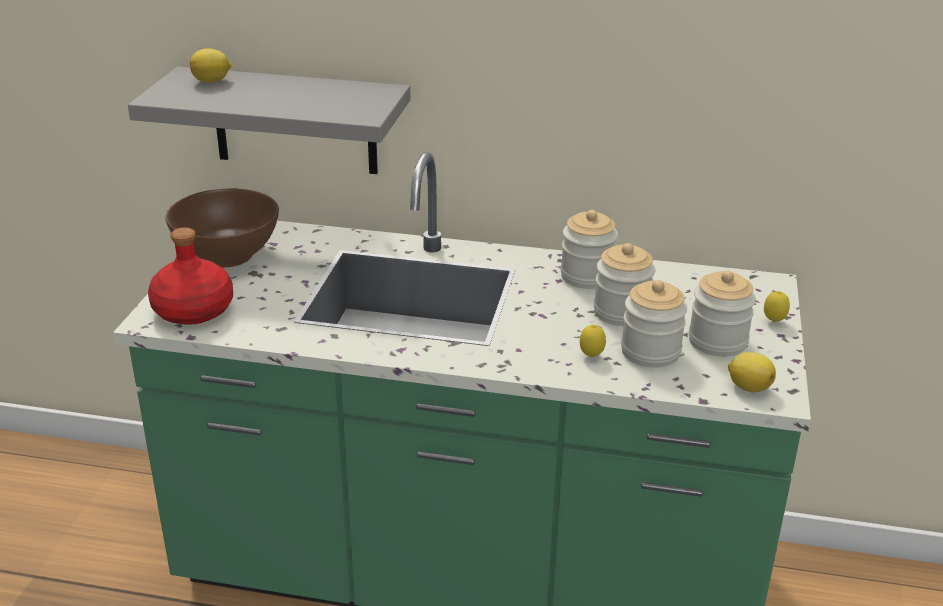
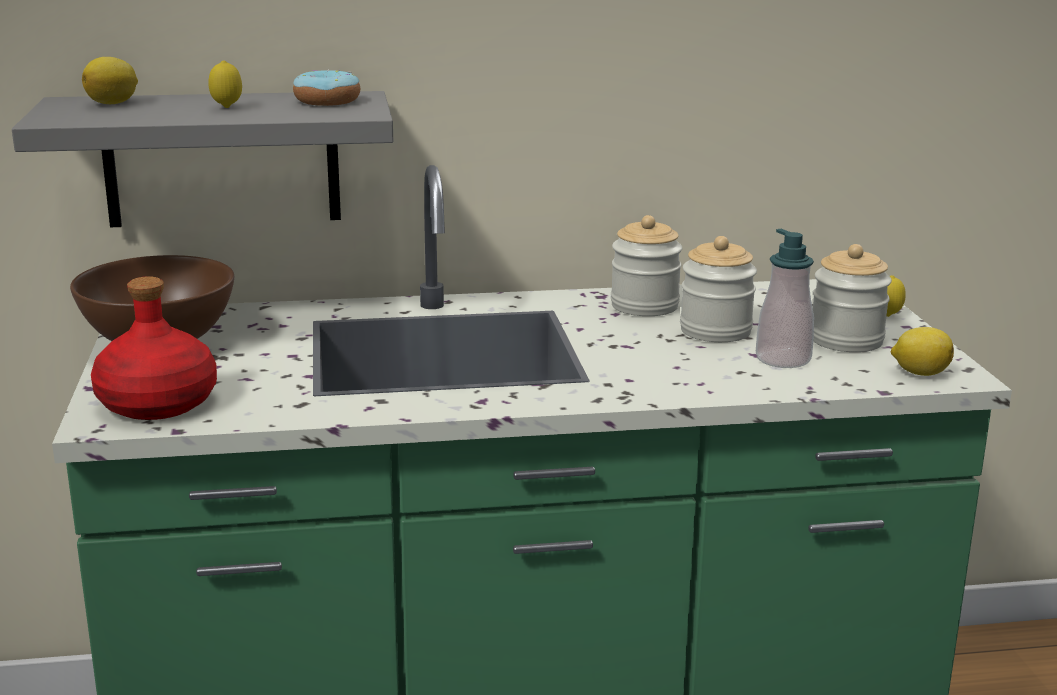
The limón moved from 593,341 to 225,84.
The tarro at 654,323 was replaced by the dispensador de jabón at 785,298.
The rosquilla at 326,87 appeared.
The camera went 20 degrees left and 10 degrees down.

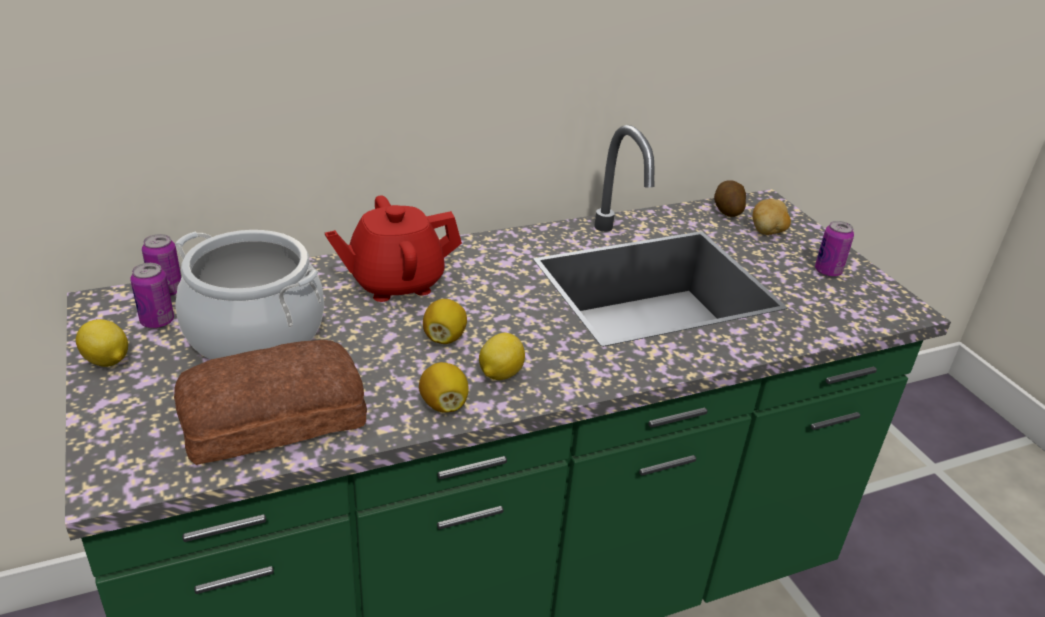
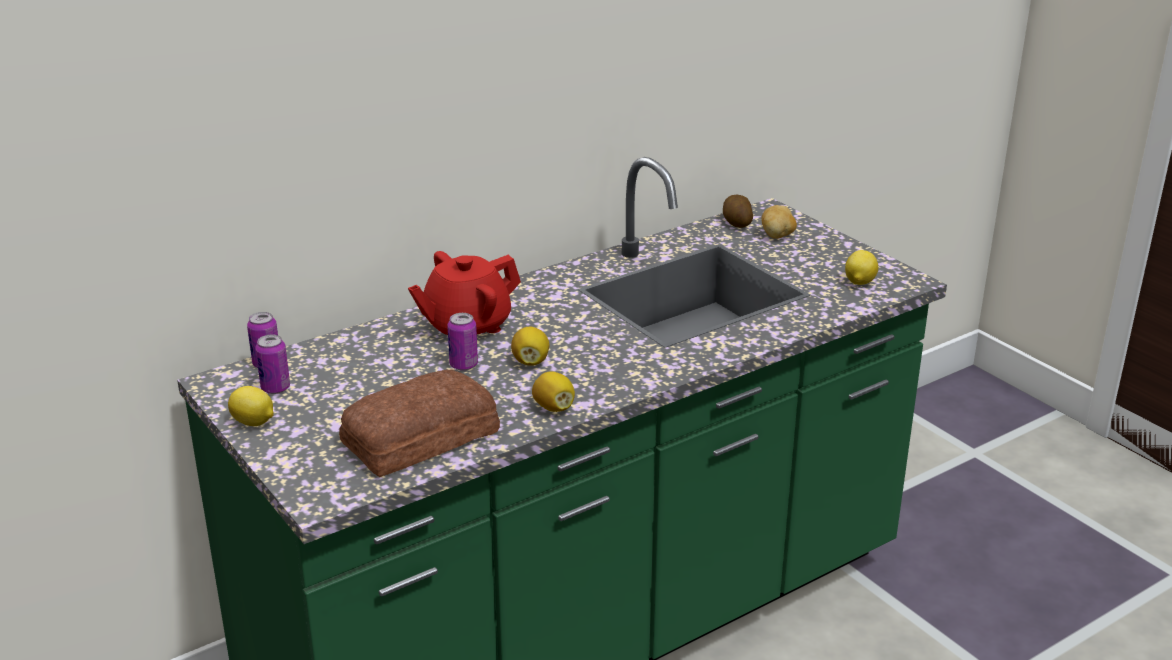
The olla at 249,294 disappeared.
The limón moved from 502,356 to 861,267.
The lata moved from 834,249 to 462,342.
The camera went 10 degrees left and 5 degrees down.

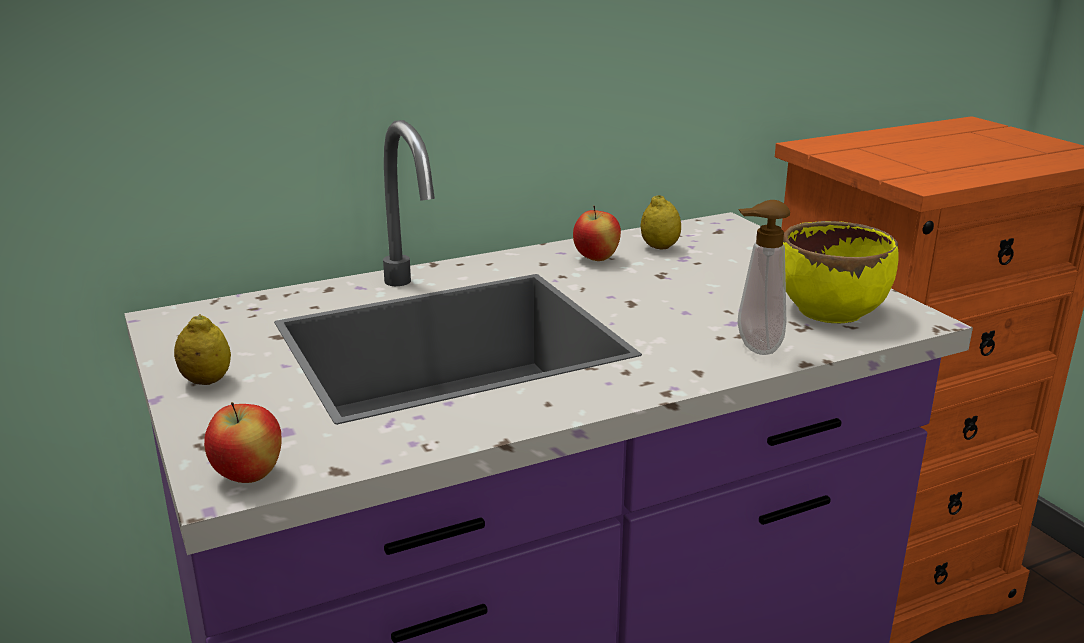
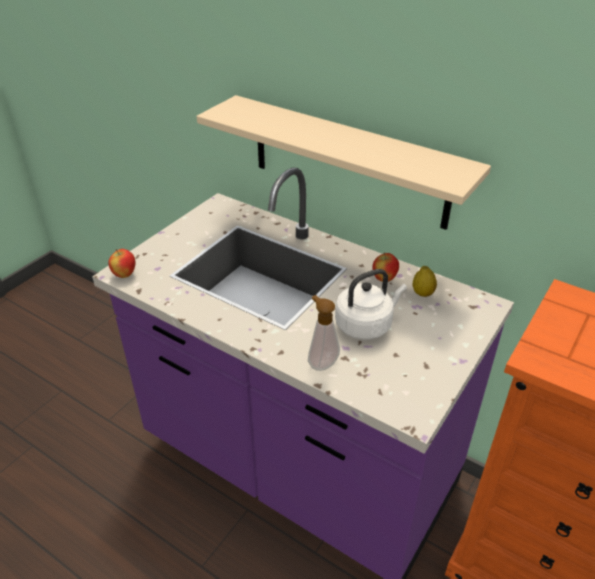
The limón at 202,349 disappeared.
The cuenco/amarillo at 841,272 disappeared.
The estante/beis at 343,162 appeared.
The hervidor/blanco at 371,304 appeared.
The camera went 60 degrees right and 15 degrees up.

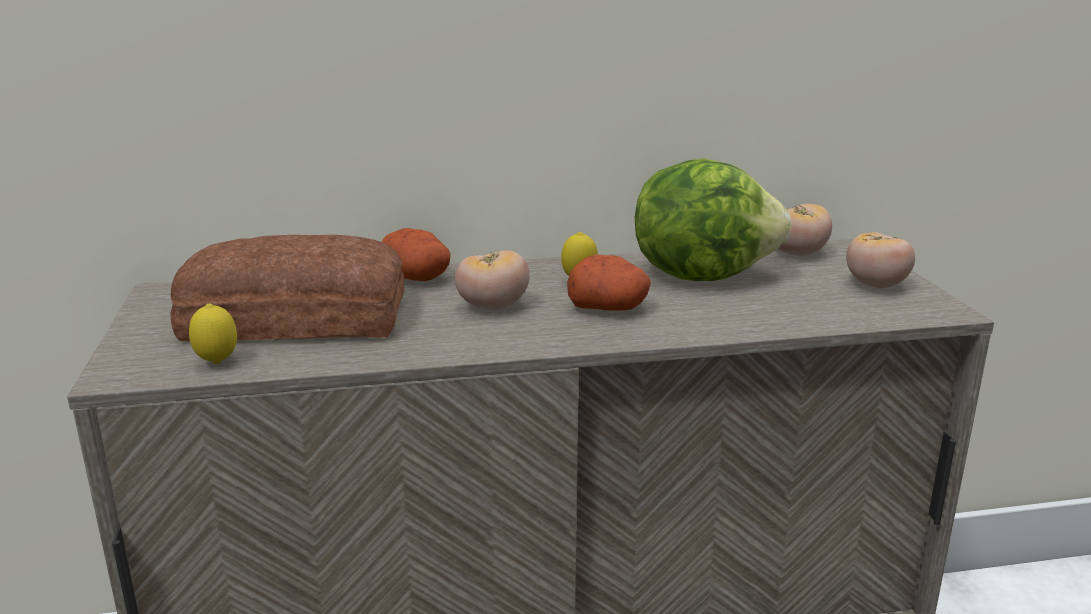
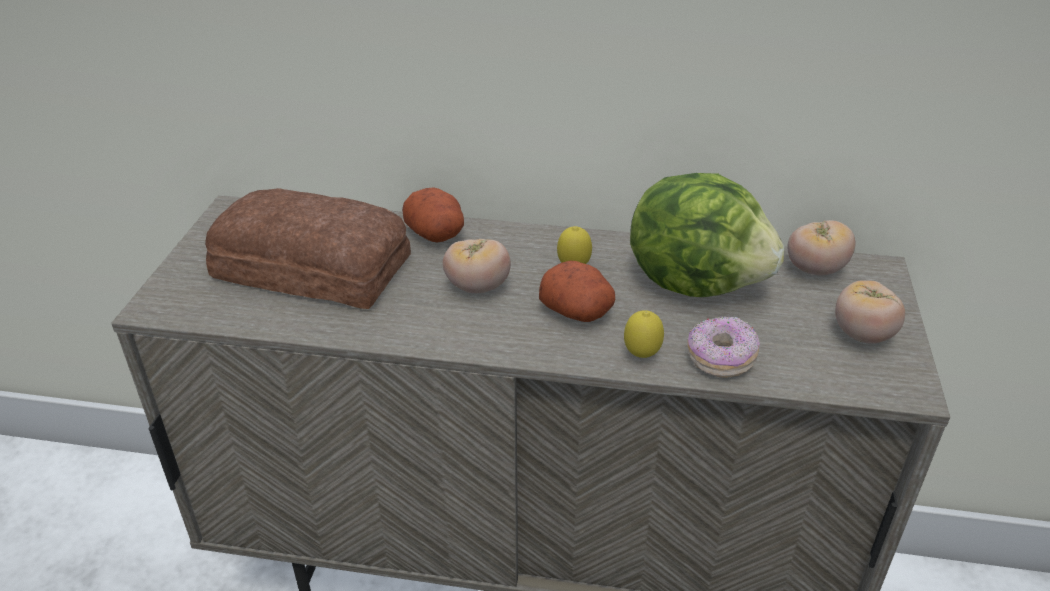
The limón moved from 213,334 to 644,334.
The rosquilla at 724,347 appeared.
The camera went 20 degrees right and 15 degrees up.

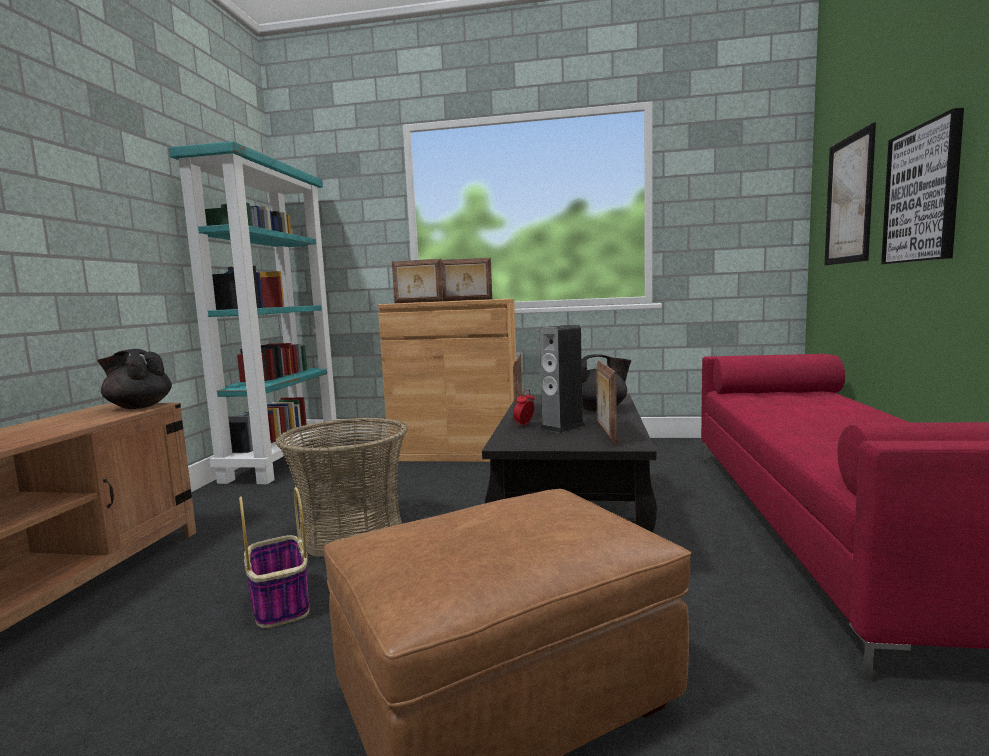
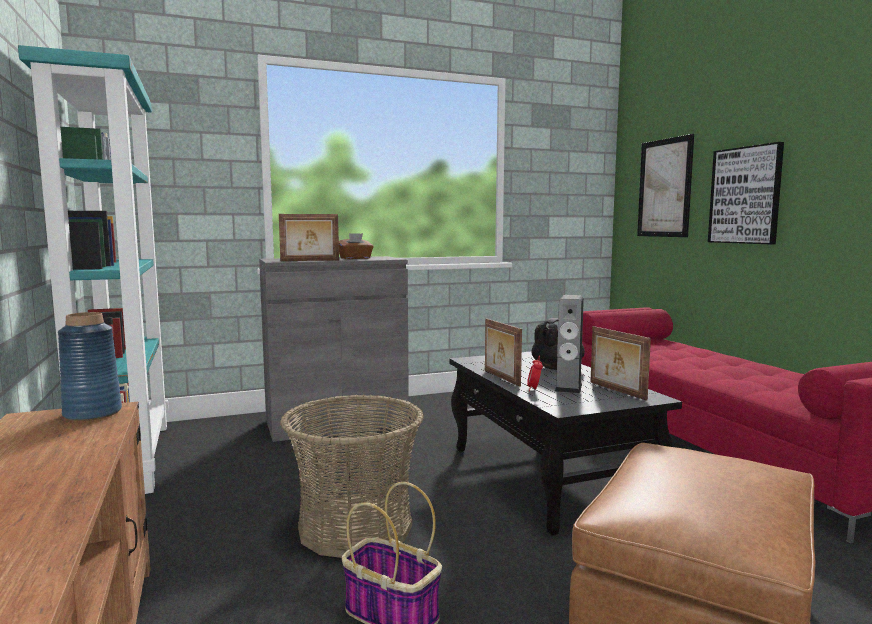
The tetera/negro at 134,379 was replaced by the florero/azul at 90,366.
The armario/marrón at 447,380 became the armario/gris at 334,349.
The portarretratos at 466,279 was replaced by the caja de pañuelos/marrón at 356,246.
The camera went 30 degrees left and 0 degrees up.

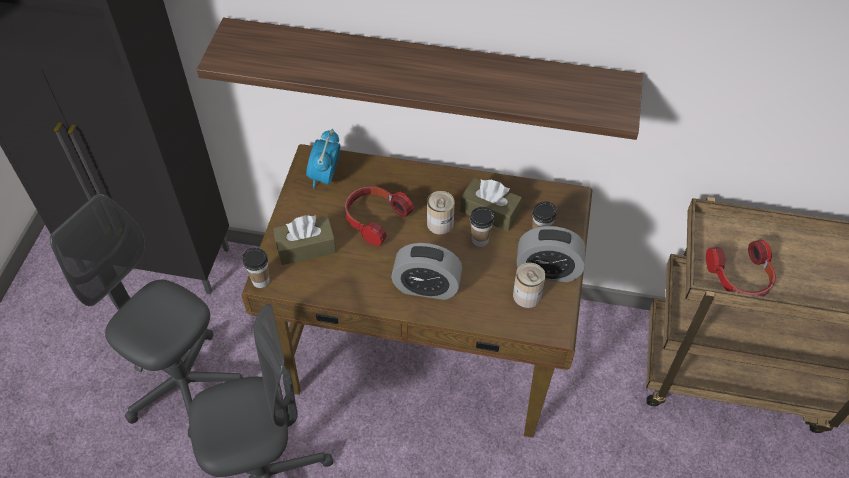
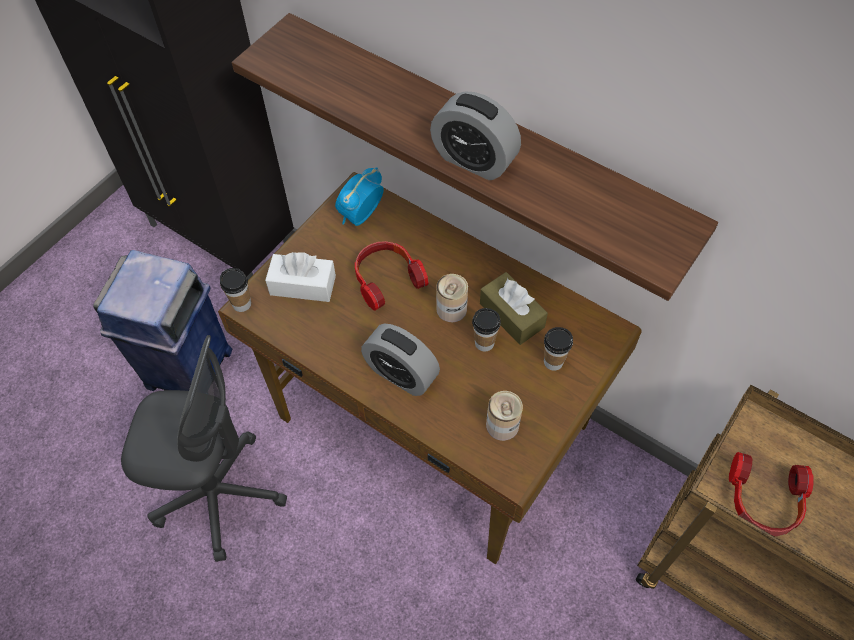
The silla de oficina/gris at 146,316 was replaced by the papelera/azul at 162,320.
The caja de pañuelos/marrón at 304,240 became the caja de pañuelos/blanco at 300,277.
The despertador moved from 551,254 to 475,135.
The camera went 25 degrees right and 5 degrees up.

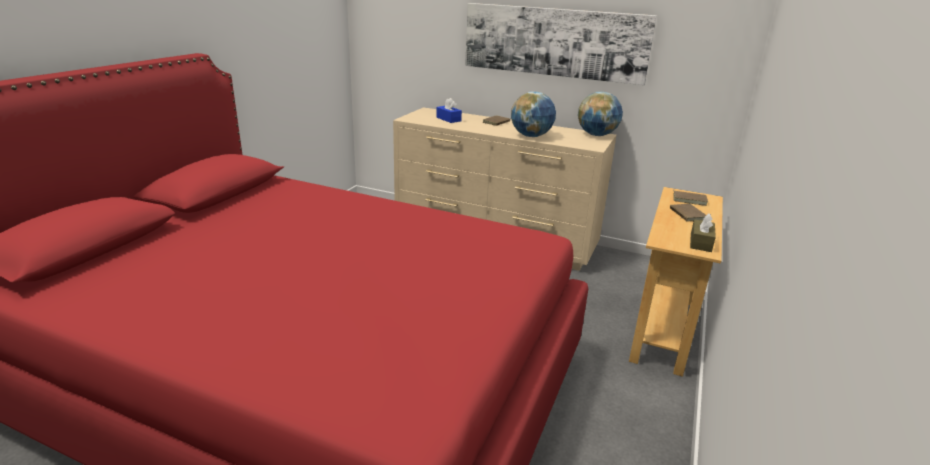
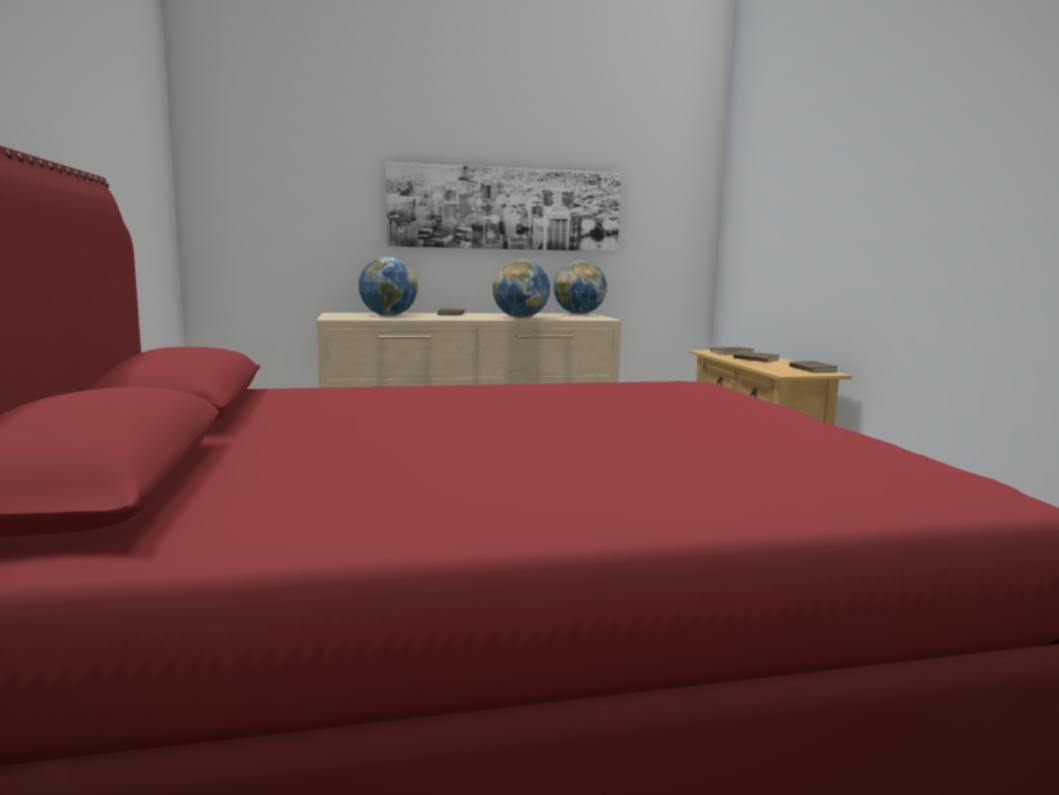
The caja de pañuelos/azul at 449,110 was replaced by the globo terráqueo at 388,286.
The caja de pañuelos/marrón at 703,233 was replaced by the libro/marrón at 813,367.
The camera went 35 degrees left and 15 degrees down.

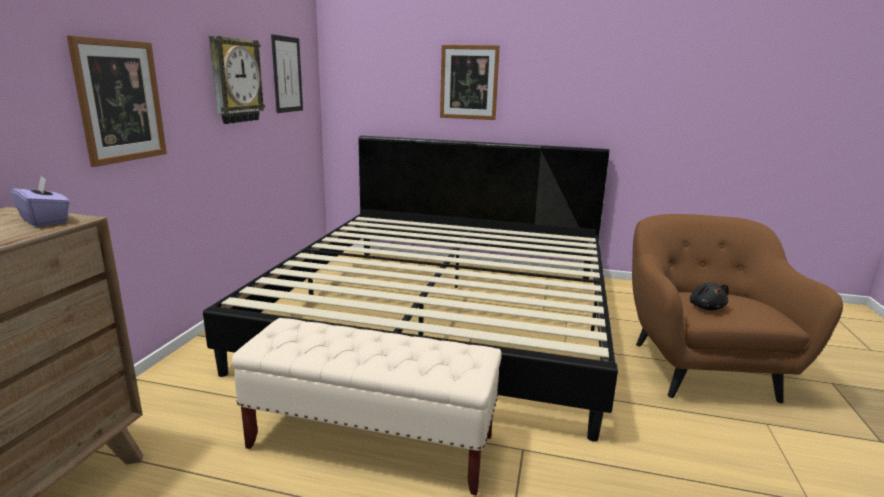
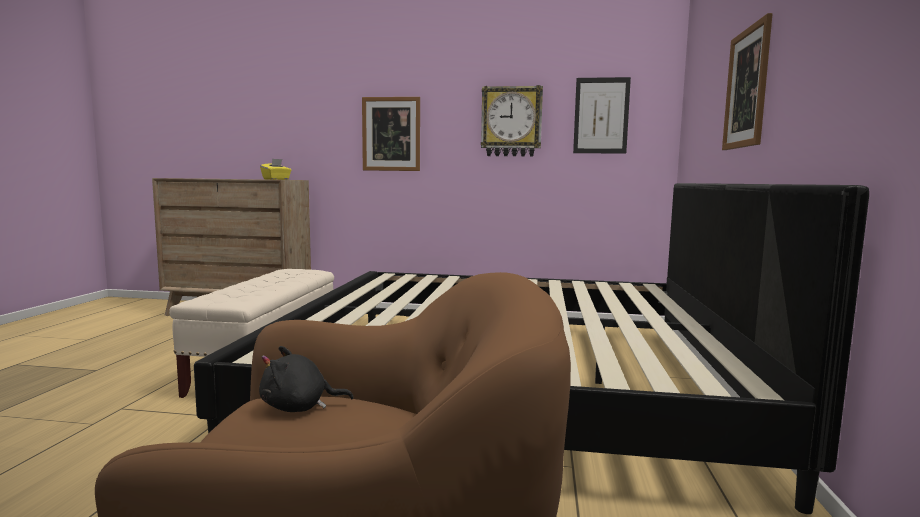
The caja de pañuelos/morado at 40,202 became the caja de pañuelos/amarillo at 275,169.
The camera went 85 degrees right and 10 degrees down.

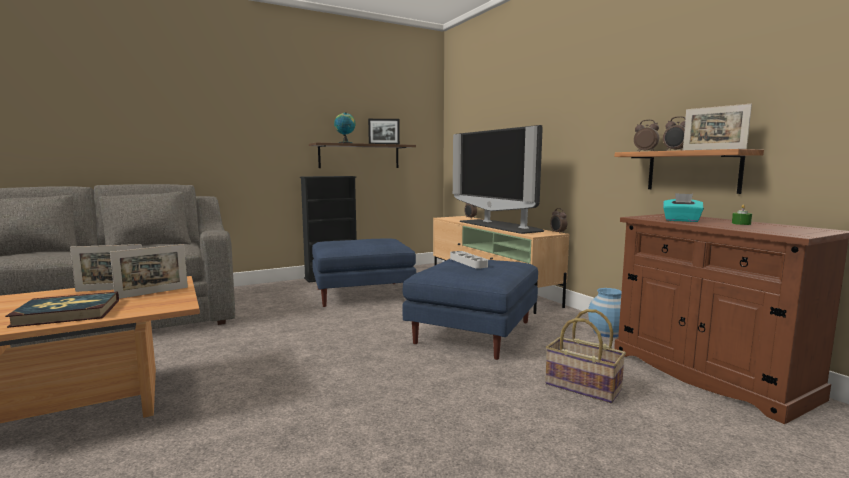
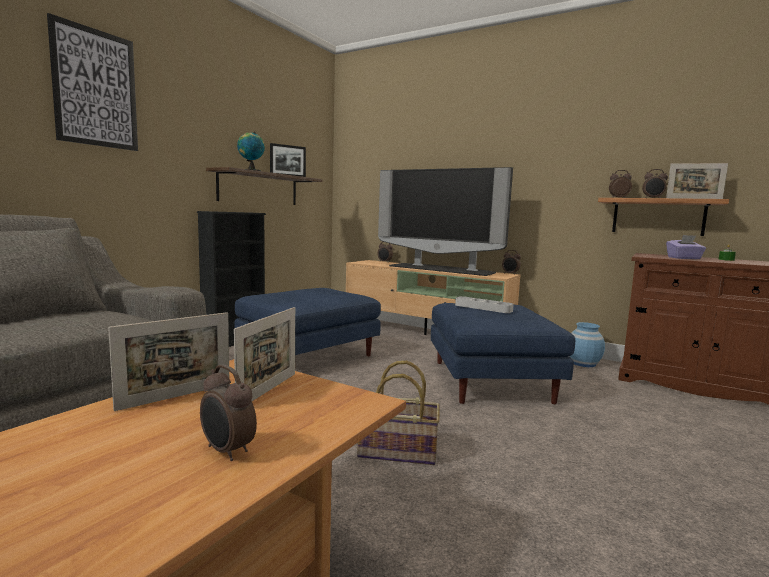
The libro at 62,309 was replaced by the despertador at 228,413.
The cesta moved from 585,356 to 398,413.
The caja de pañuelos/turquesa at 683,207 became the caja de pañuelos/morado at 686,247.
The cuadro at 92,82 appeared.
The camera went 30 degrees left and 0 degrees up.

